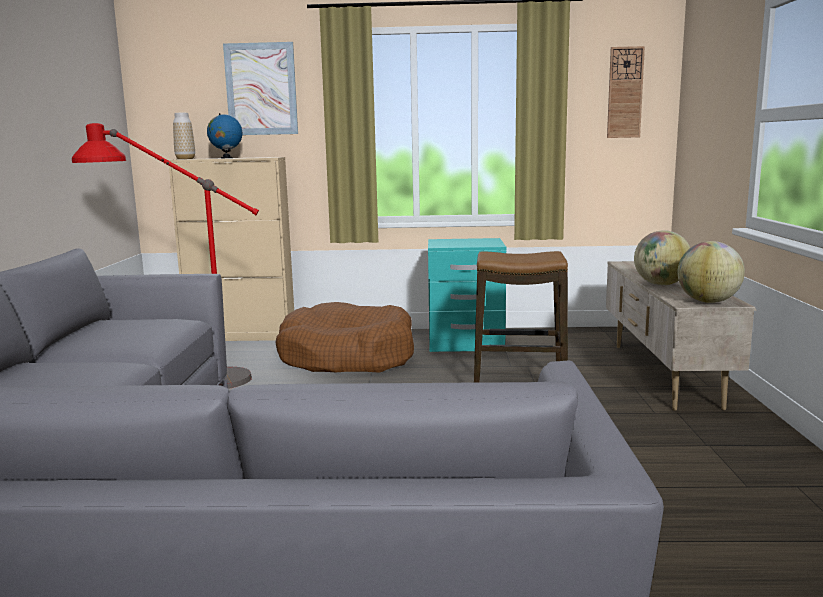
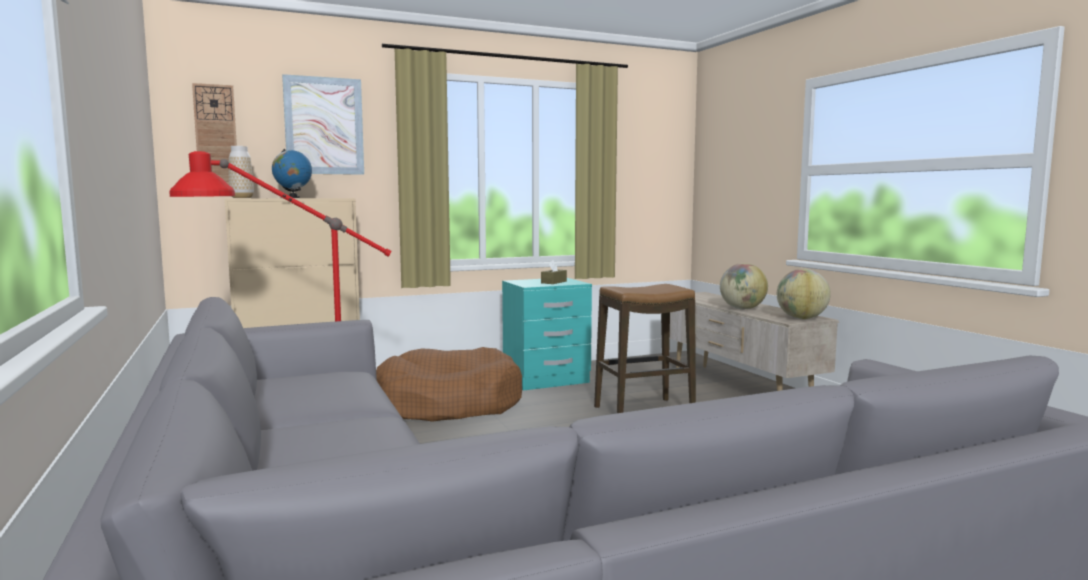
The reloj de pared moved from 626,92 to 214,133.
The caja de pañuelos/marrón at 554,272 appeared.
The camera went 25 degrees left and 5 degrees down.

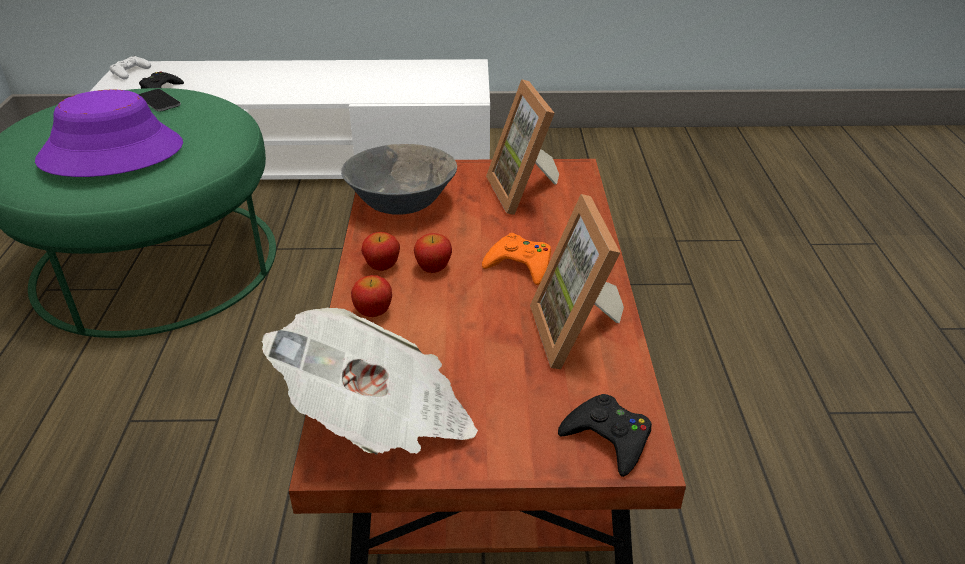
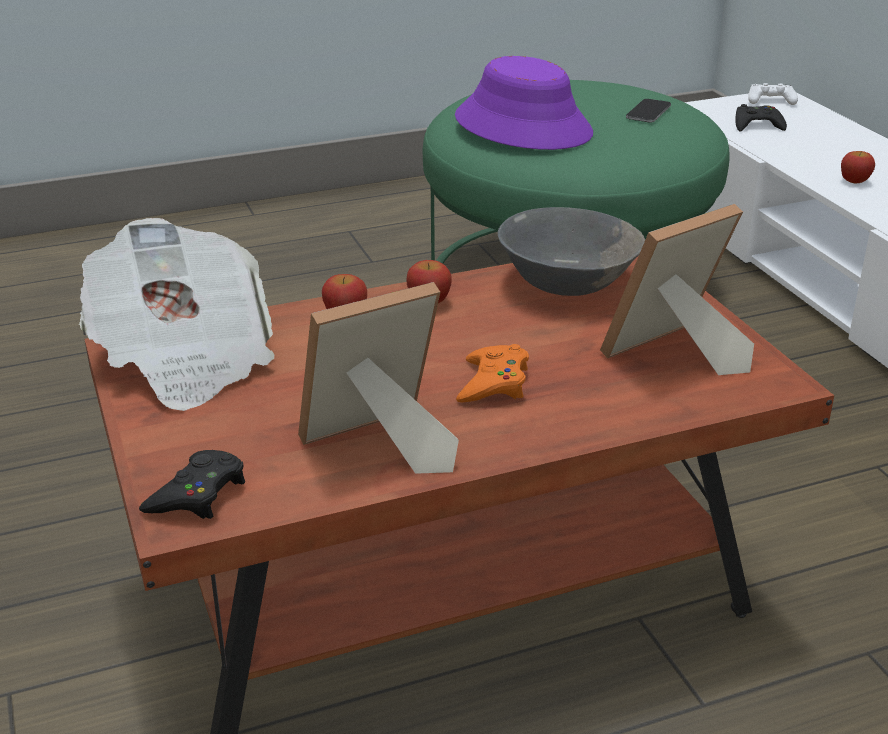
The manzana moved from 433,253 to 858,167.
The camera went 70 degrees right and 5 degrees down.

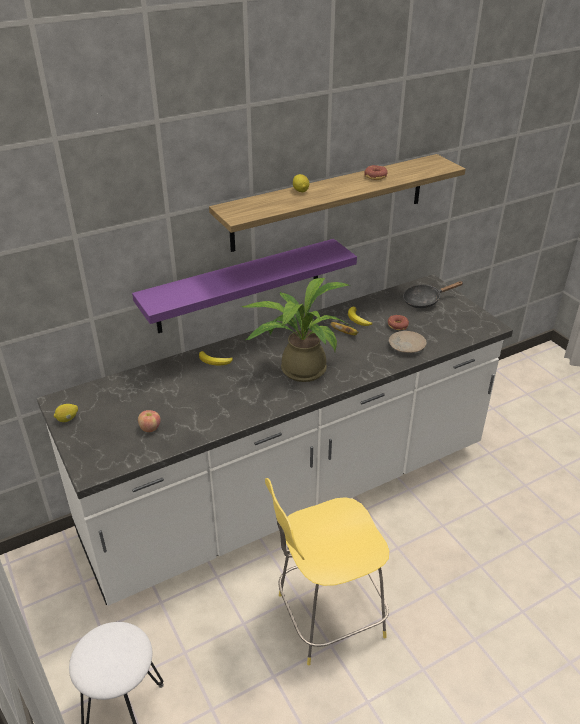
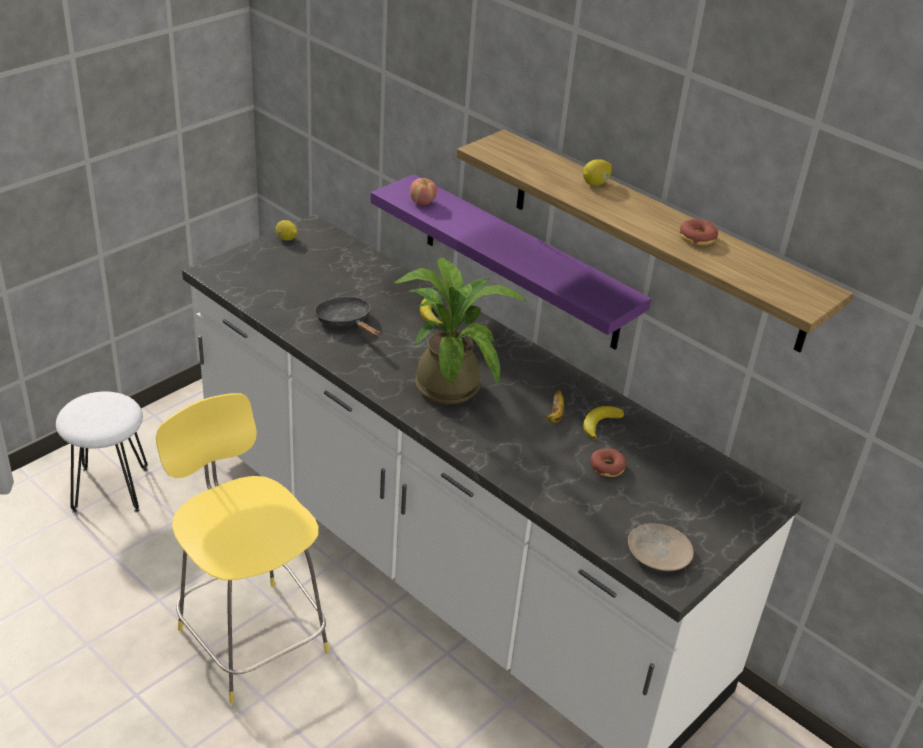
The manzana moved from 149,421 to 423,191.
The plato/beis moved from 407,342 to 661,547.
The sartén/negro moved from 433,294 to 348,317.
The camera went 70 degrees right and 0 degrees up.

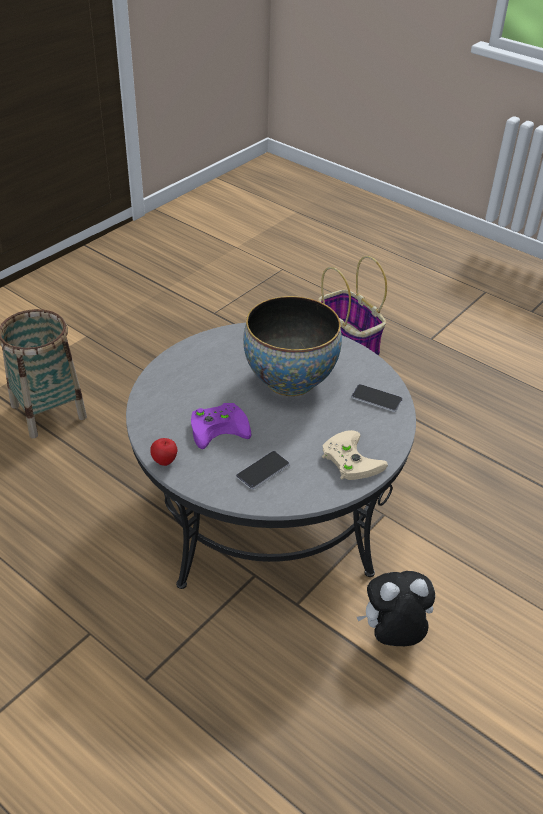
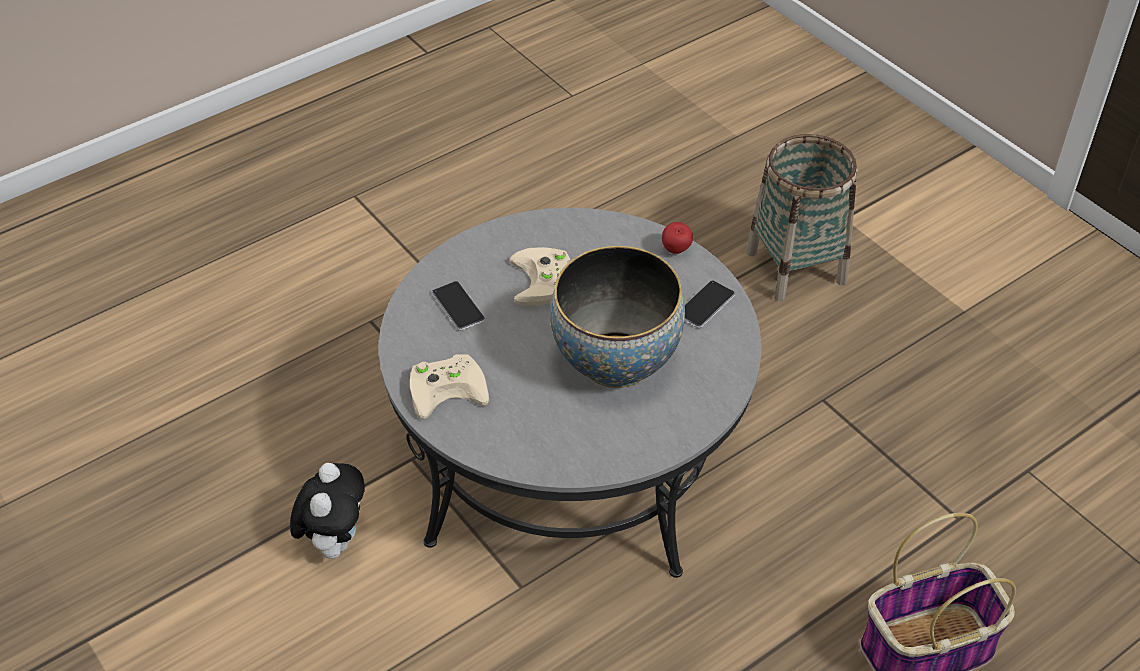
The manzana moved from 164,452 to 677,238.
The mando de consola/morado at 221,426 became the mando de consola/beis at 539,276.
The móvil moved from 377,398 to 710,304.
The camera went 105 degrees right and 5 degrees up.

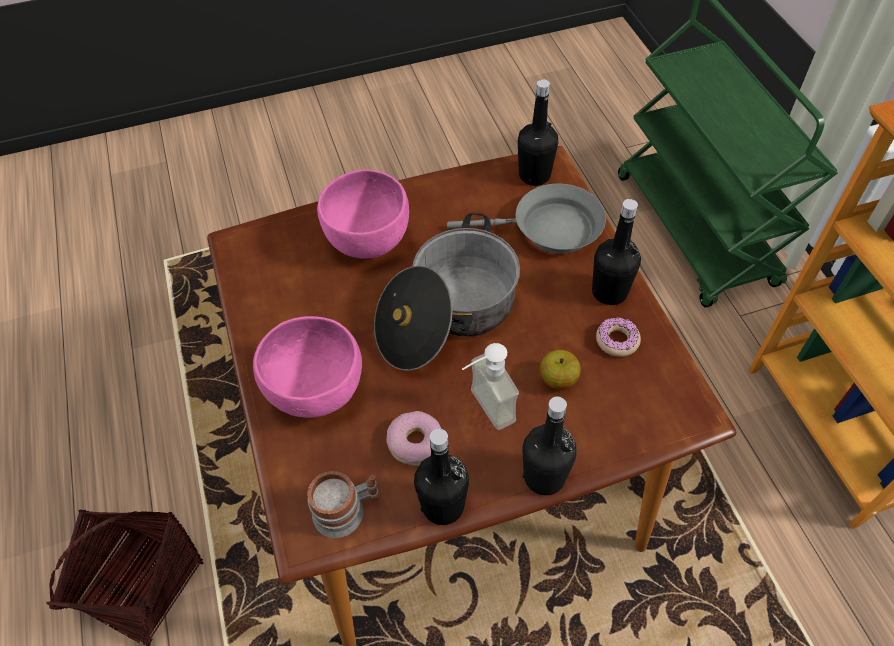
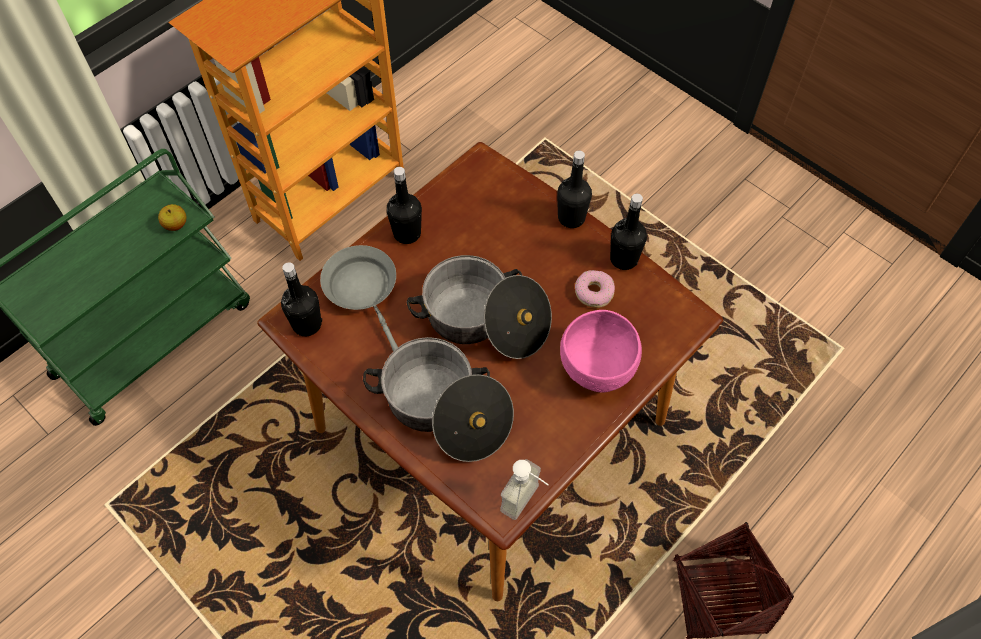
The taza grande at 343,504 disappeared.
The cuenco/rosa at 363,213 was replaced by the olla at 438,399.
The dispensador de jabón moved from 490,386 to 524,489.
The manzana moved from 560,370 to 172,217.
The rosquilla at 618,337 disappeared.
The camera went 120 degrees left and 5 degrees up.

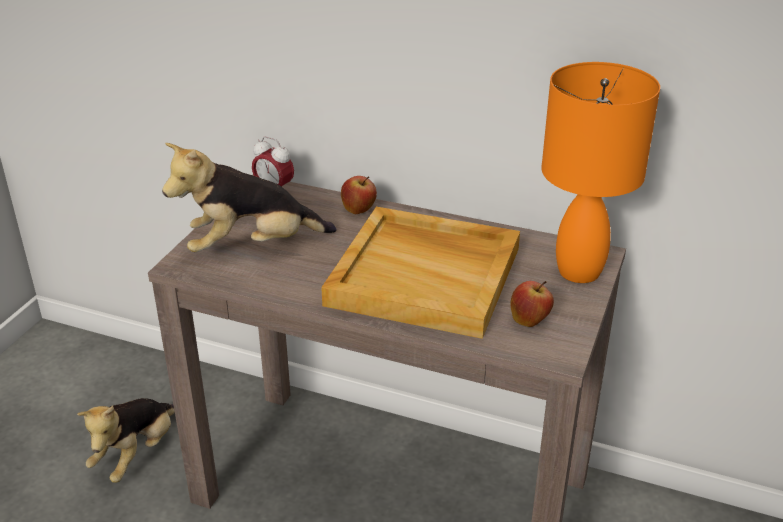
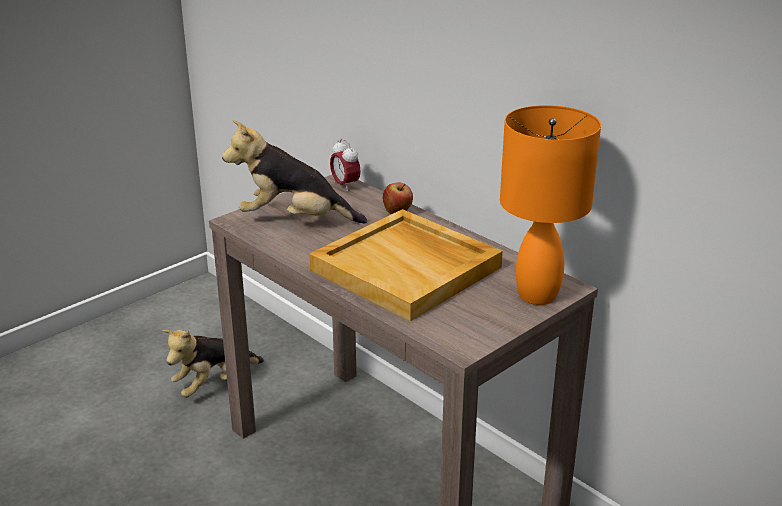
The manzana at 532,304 disappeared.
The camera went 25 degrees right and 5 degrees down.

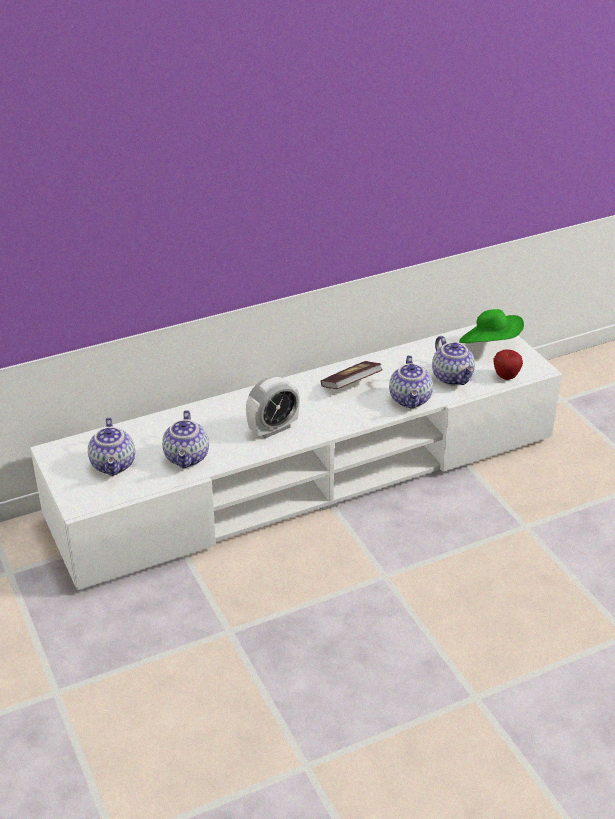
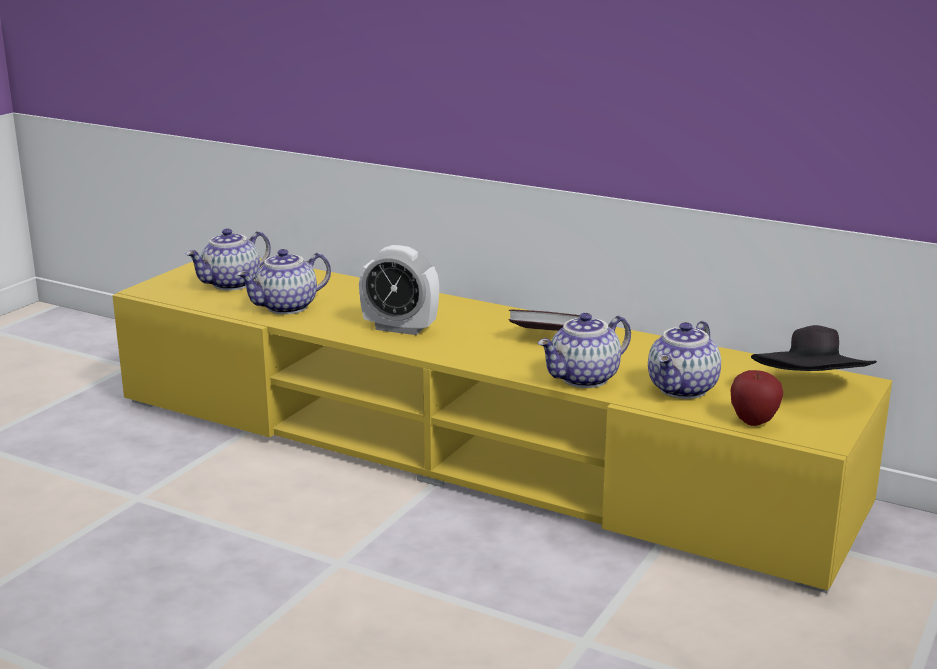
The mueble de televisión/blanco at 296,457 became the mueble de televisión/amarillo at 502,425.
The sombrero/verde at 491,326 became the sombrero/negro at 814,348.
The camera went 55 degrees right and 15 degrees down.

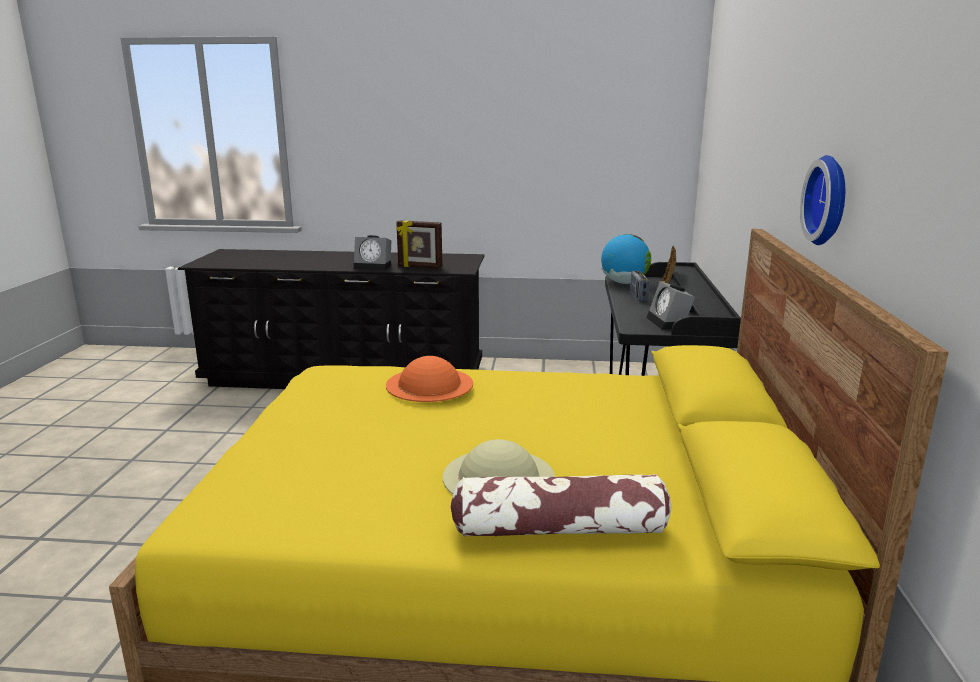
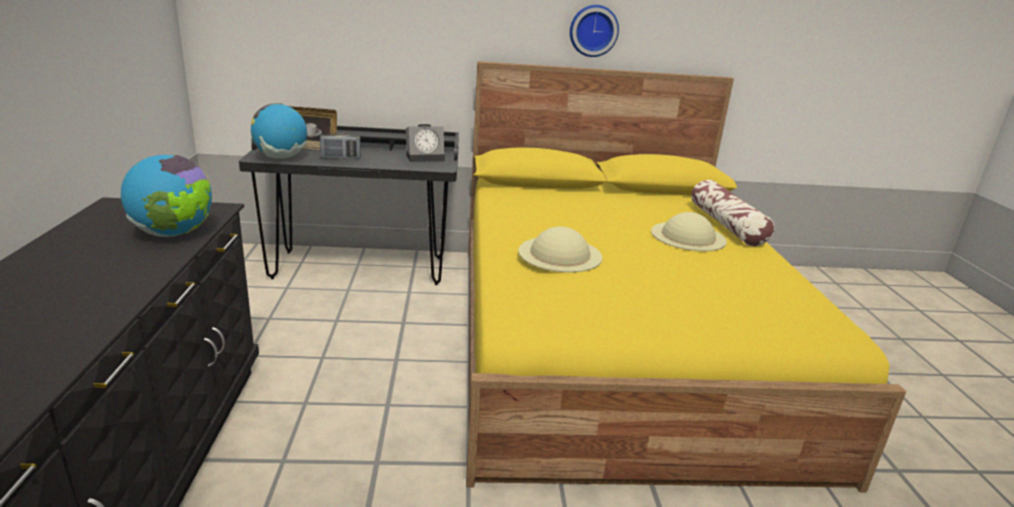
The despertador at 373,252 disappeared.
The sombrero/naranja at 429,379 became the sombrero/beis at 560,249.
The portarretratos at 419,244 was replaced by the globo terráqueo at 166,196.
The camera went 100 degrees left and 5 degrees up.

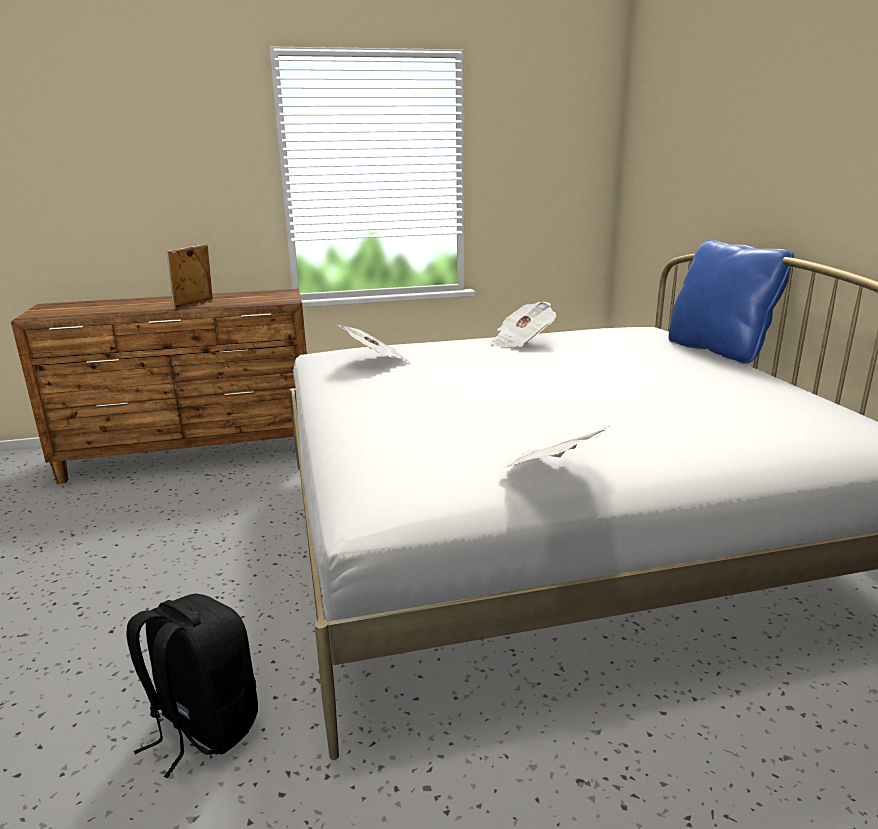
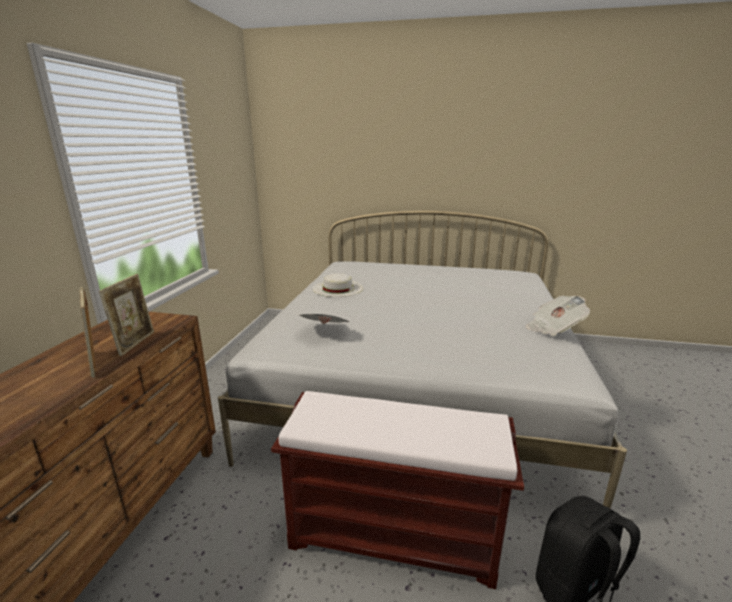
The periódico at 523,324 was replaced by the sombrero/blanco at 338,285.
The cojín/azul at 731,302 disappeared.
The portarretratos at 126,315 appeared.
The banco/marrón at 397,490 appeared.
The camera went 65 degrees left and 0 degrees up.

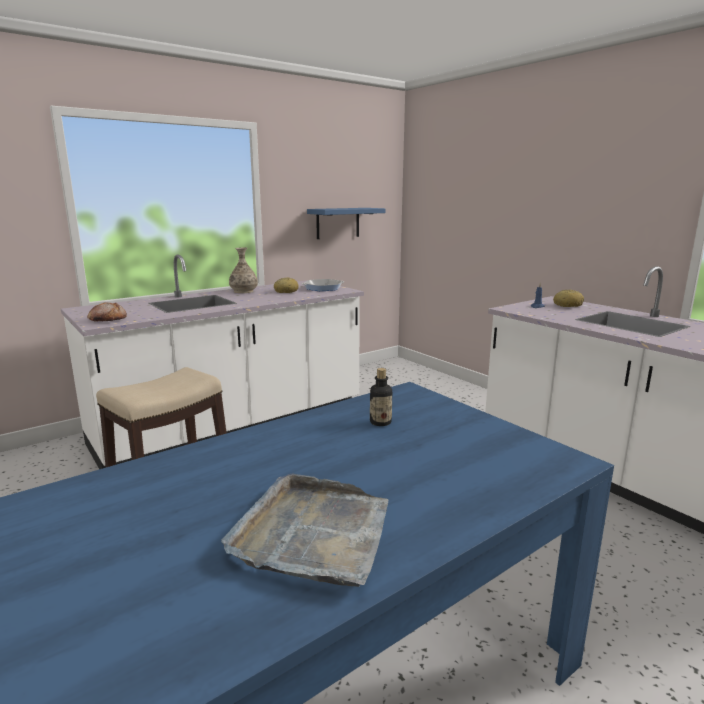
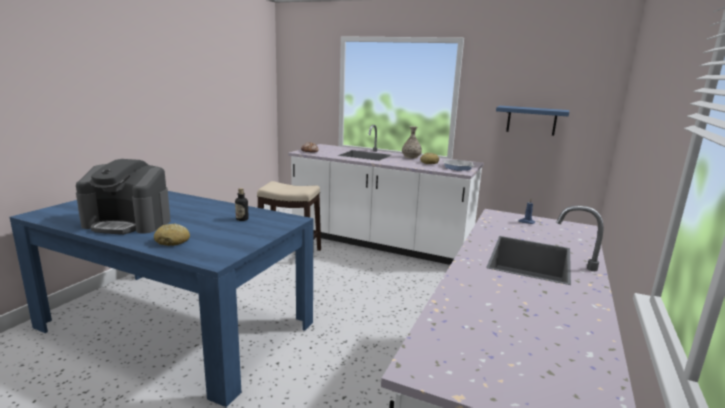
The bandeja/gris at 304,530 was replaced by the cafetera at 123,197.
The pan moved from 568,298 to 172,234.
The camera went 60 degrees right and 0 degrees up.

